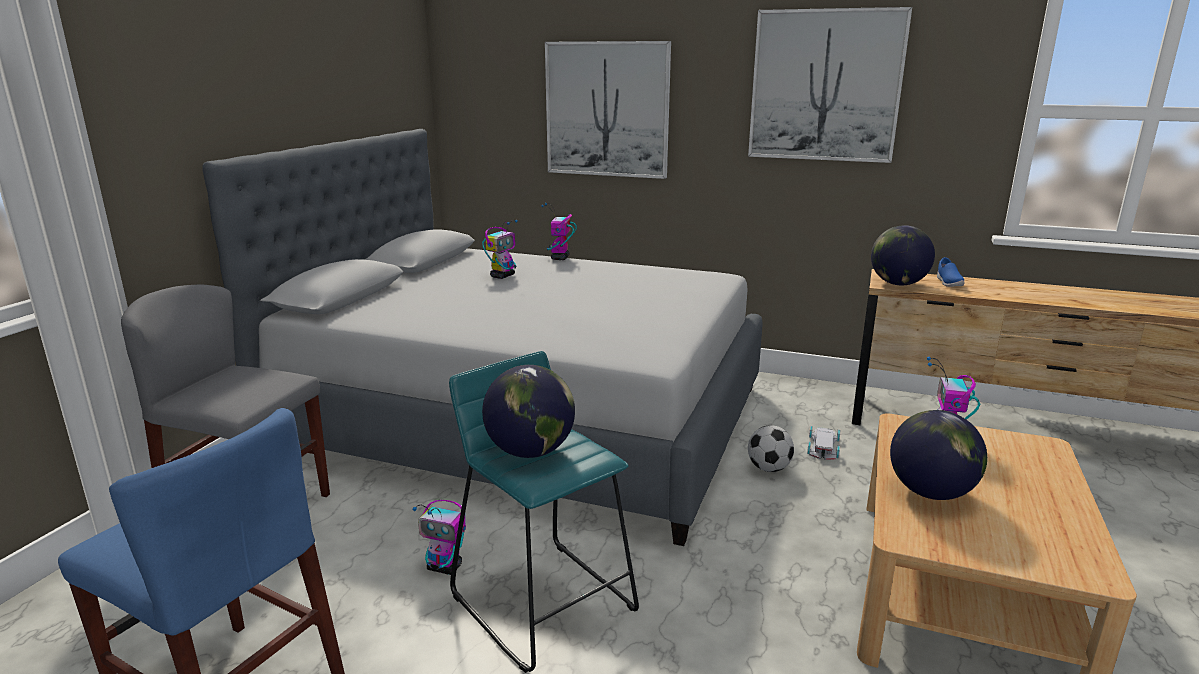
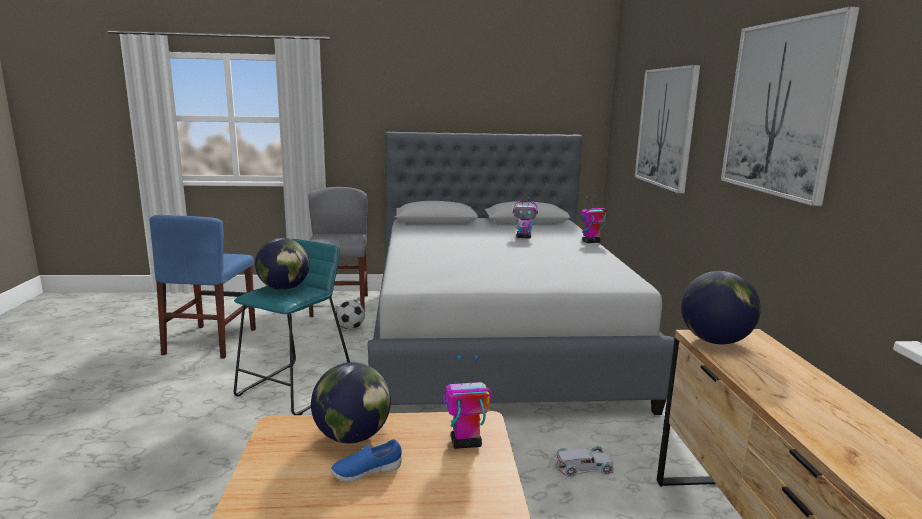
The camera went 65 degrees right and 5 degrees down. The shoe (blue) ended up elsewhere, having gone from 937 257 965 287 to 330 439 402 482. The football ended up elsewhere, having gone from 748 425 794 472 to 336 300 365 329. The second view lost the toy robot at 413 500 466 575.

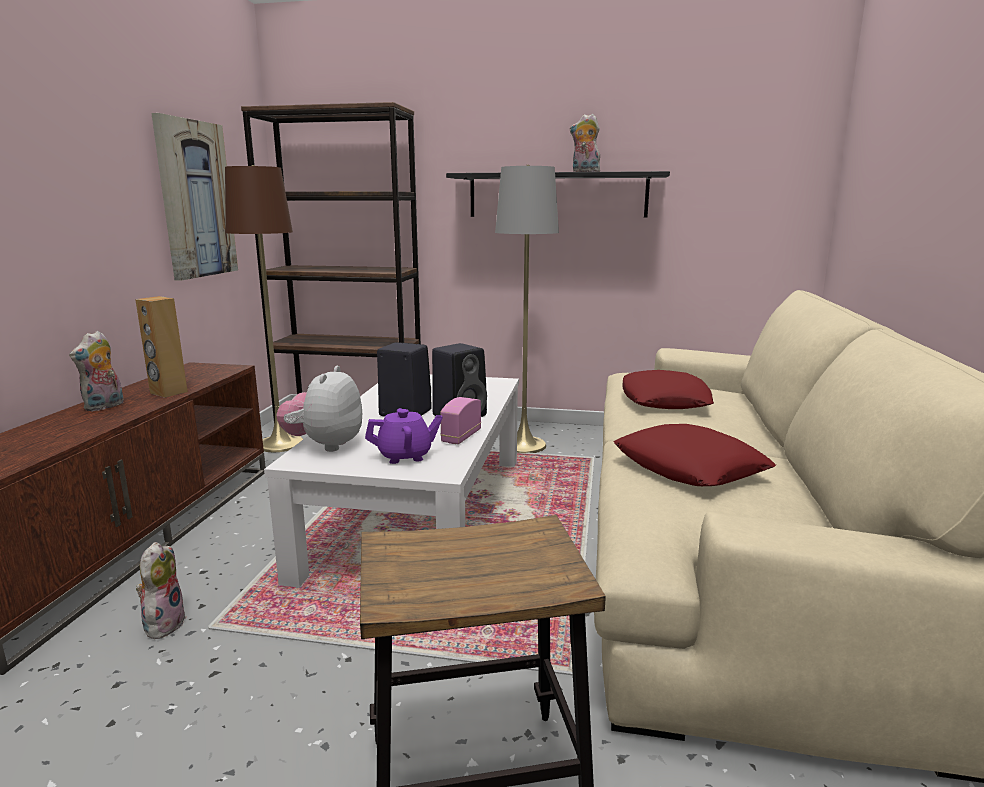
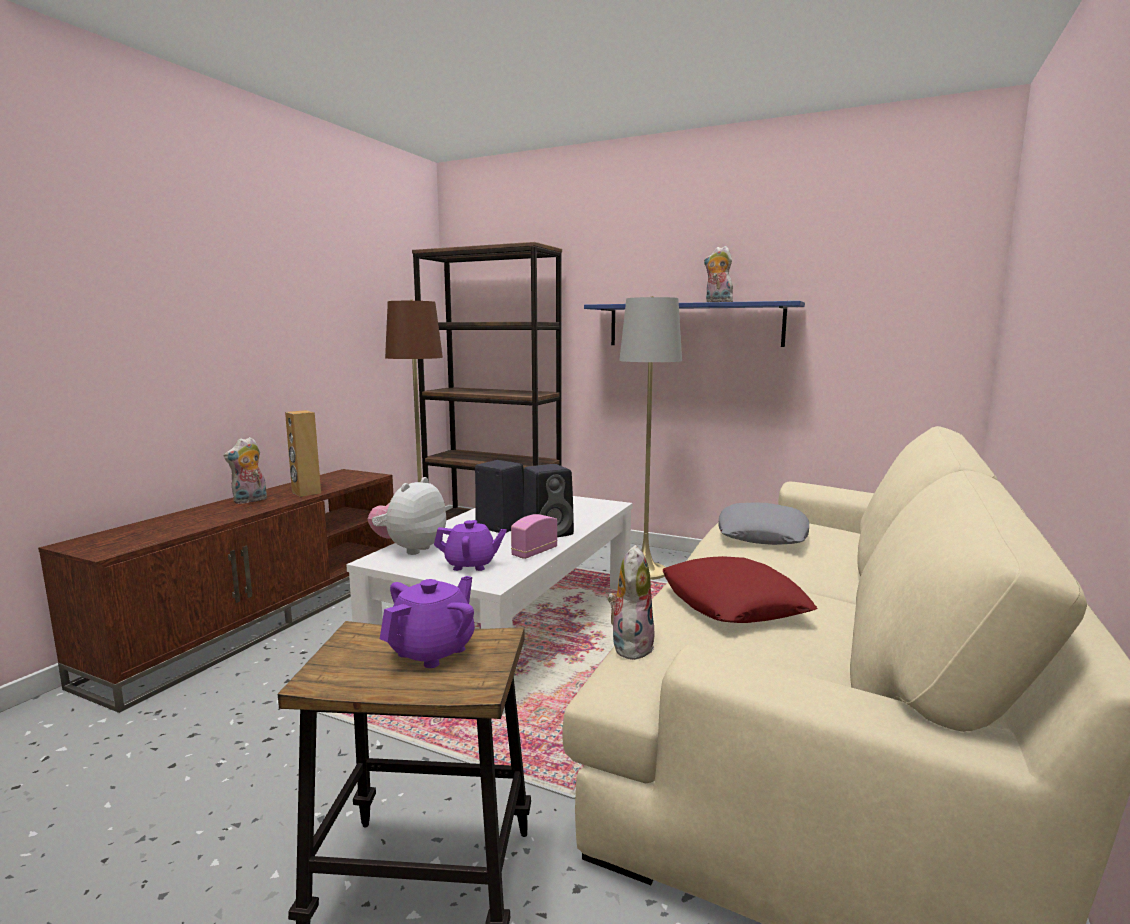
The camera went 15 degrees right and 5 degrees down. The second view lost the picture at 151 113 238 281. What was the shelf (black) at 446 171 670 218 turned into the shelf (blue) at 584 301 805 347. What was the pillow (red) at 622 370 714 409 turned into the pillow (grey) at 718 503 809 545. The plush toy ended up elsewhere, having gone from 136 542 187 639 to 607 545 655 660. The second view gained the teapot (purple) at 380 576 475 668.

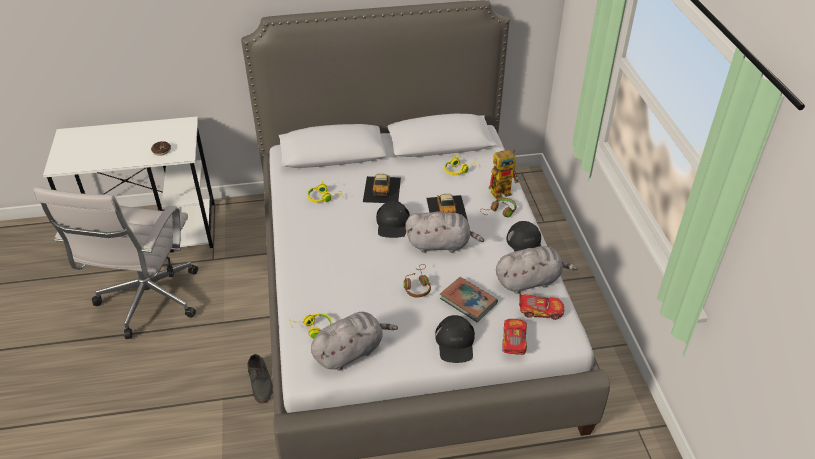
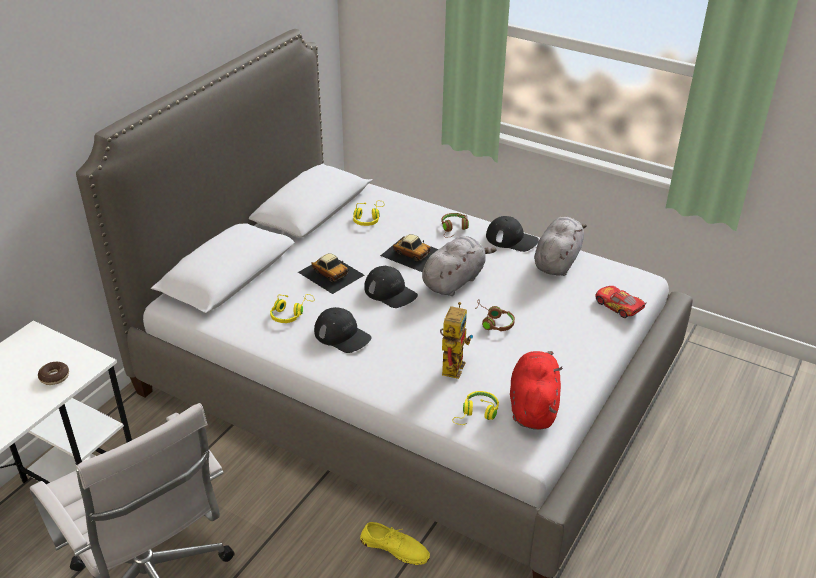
The camera went 50 degrees left and 5 degrees down. The toy robot ended up elsewhere, having gone from 489 149 519 199 to 440 302 473 379. The second view lost the book at 440 277 498 322. The second view lost the toy car at 519 293 564 320. What was the plush toy (grey) at 311 312 398 371 turned into the plush toy (red) at 510 351 563 430. The cap (black) ended up elsewhere, having gone from 435 315 475 363 to 314 307 372 353. What was the shoe (grey) at 248 354 273 403 turned into the shoe (yellow) at 360 522 430 565.

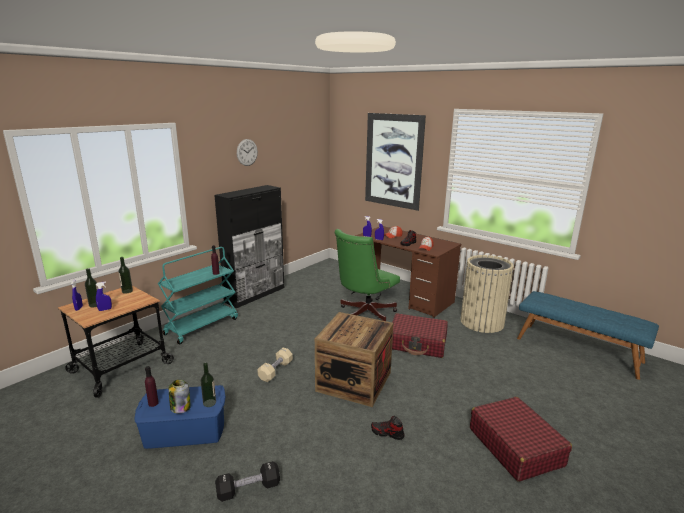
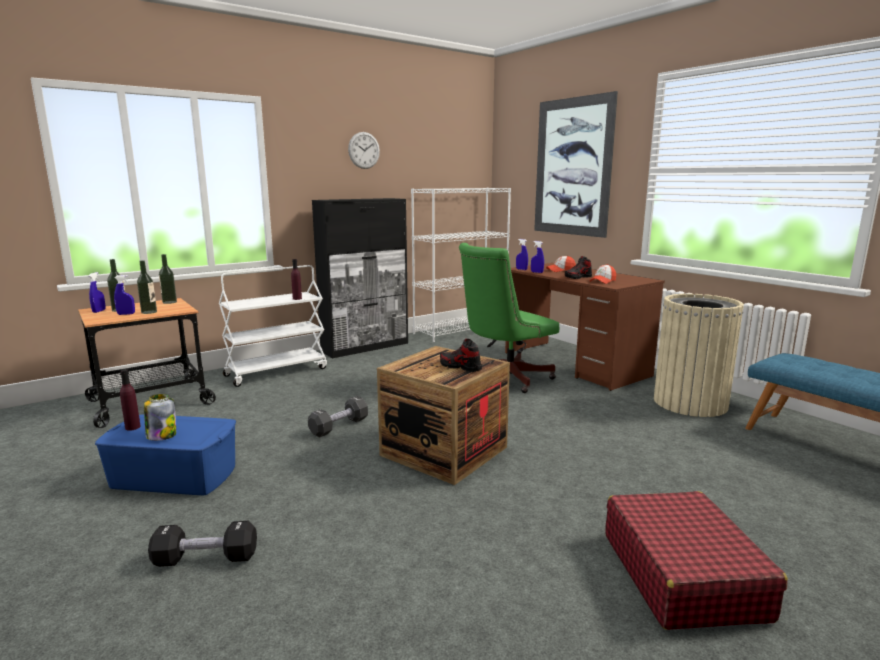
The camera went 15 degrees right and 5 degrees down. What was the cart (turquoise) at 158 247 238 344 turned into the cart (white) at 219 265 327 387. The second view lost the suitcase (red) at 392 313 448 358. What was the dumbbell (beige) at 257 348 293 382 turned into the dumbbell (black) at 308 396 368 437. The bottle ended up elsewhere, having gone from 201 363 216 407 to 137 260 157 314. The shoe ended up elsewhere, having gone from 371 416 405 440 to 440 339 482 372. The second view gained the bookcase (white) at 411 188 511 342.

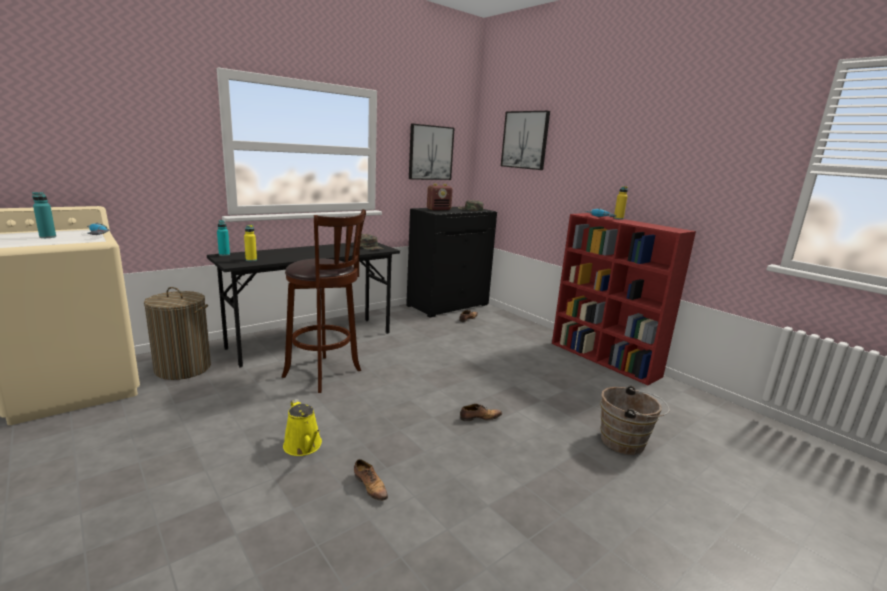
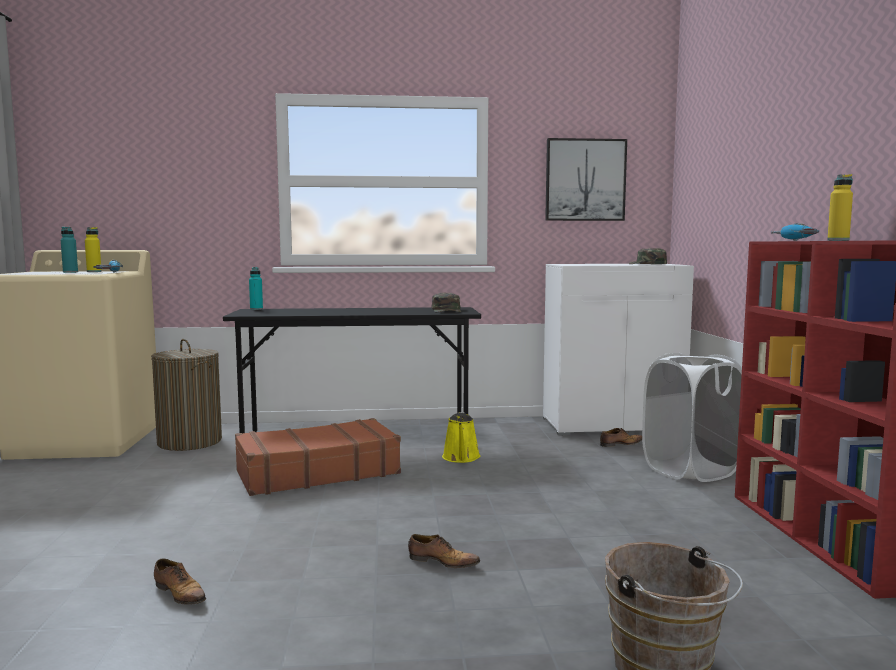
The camera went 35 degrees right and 10 degrees down. The second view lost the picture at 501 111 550 170. The second view lost the radio at 427 184 453 210. What was the cabinet (black) at 406 206 497 317 turned into the cabinet (white) at 543 264 694 435. Where the stool (brown) stood at 282 209 366 393, the suitcase (brown) came to stand at 235 418 401 496. The bottle (yellow) ended up elsewhere, having gone from 244 225 257 261 to 85 227 102 272. The watering can (yellow) ended up elsewhere, having gone from 283 399 322 456 to 442 412 480 463. The shoe at 354 459 388 501 ended up facing another way, 45 degrees counterclockwise from before. The second view gained the laundry basket (white) at 642 353 742 482.

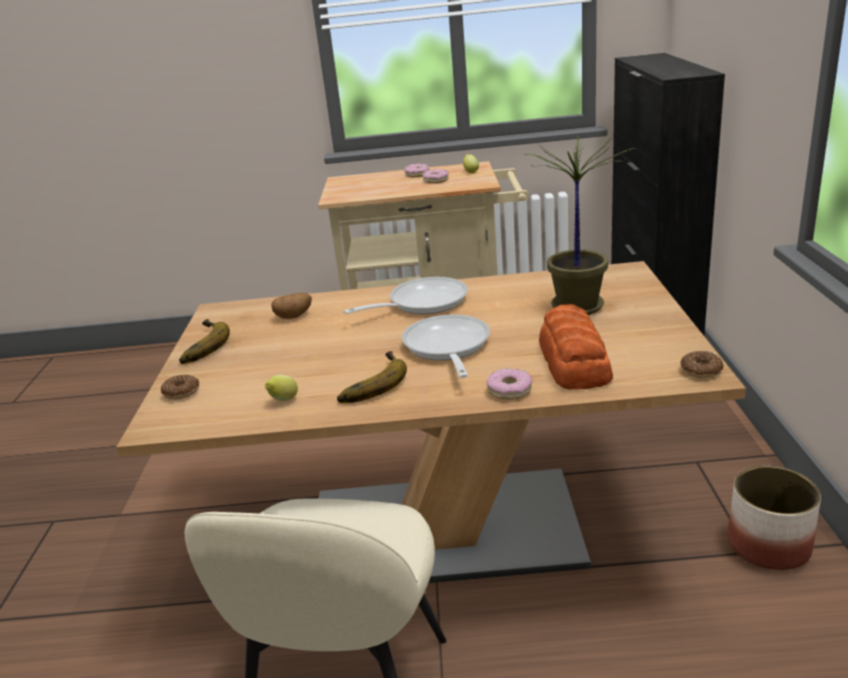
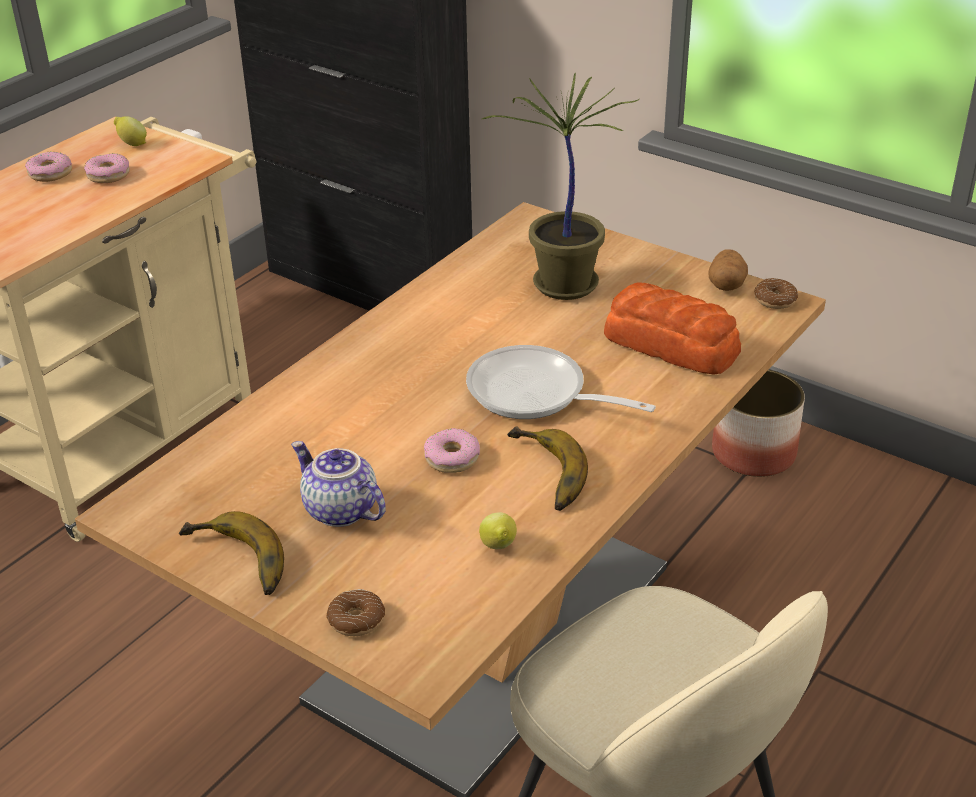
The camera went 55 degrees left and 10 degrees up. The second view lost the frying pan at 343 277 468 314. The potato ended up elsewhere, having gone from 271 292 312 319 to 708 249 748 291. The donut ended up elsewhere, having gone from 486 368 532 400 to 424 428 480 473. The second view gained the teapot at 291 441 386 527.

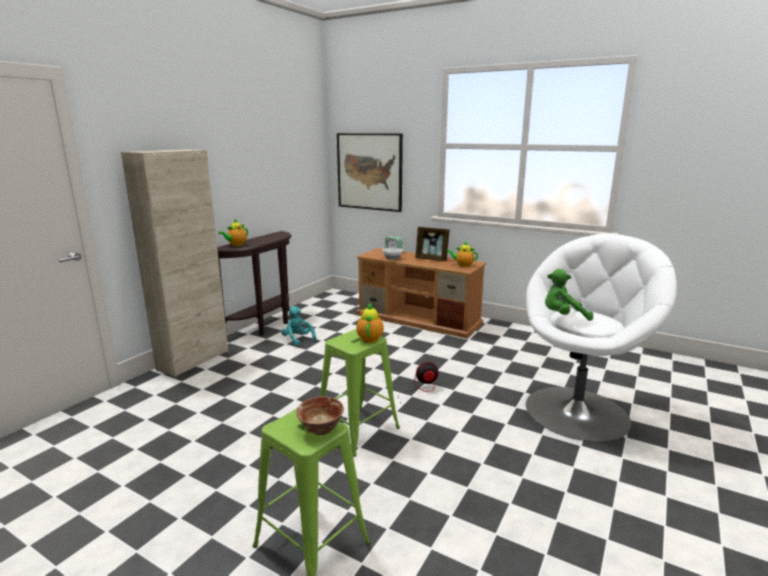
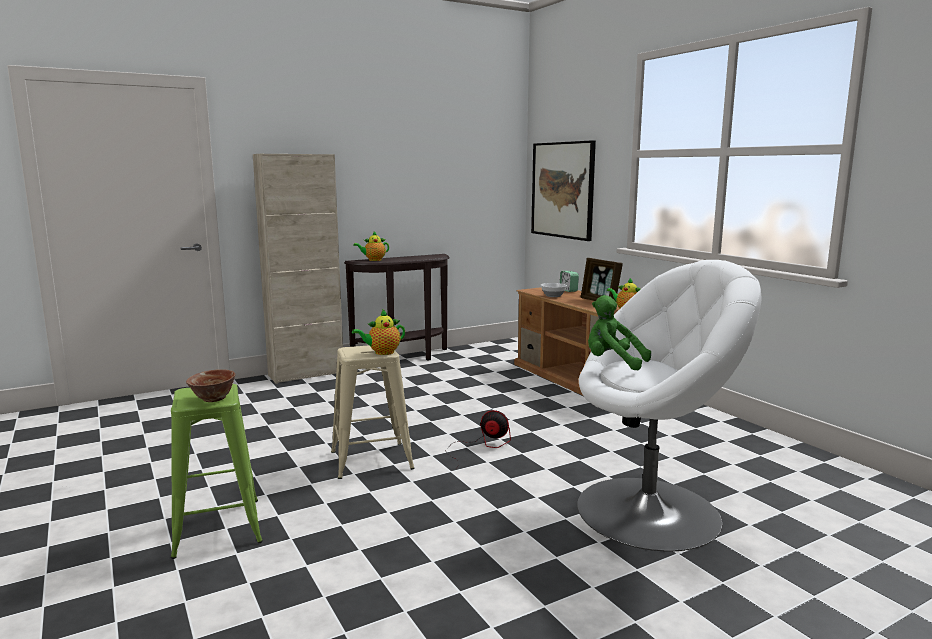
The camera went 30 degrees right and 5 degrees down. The teapot at 356 303 384 343 ended up facing another way, 150 degrees counterclockwise from before. The second view lost the plush toy (turquoise) at 281 306 316 346. What was the stool (green) at 321 329 400 457 turned into the stool (beige) at 331 345 415 479.

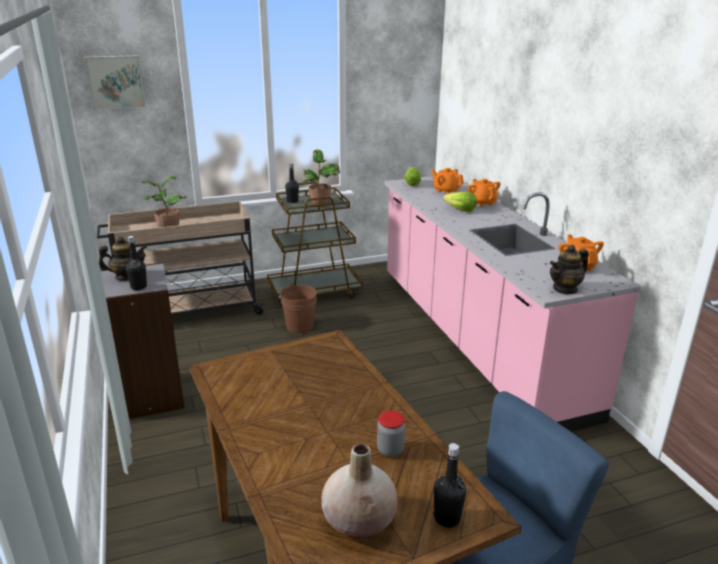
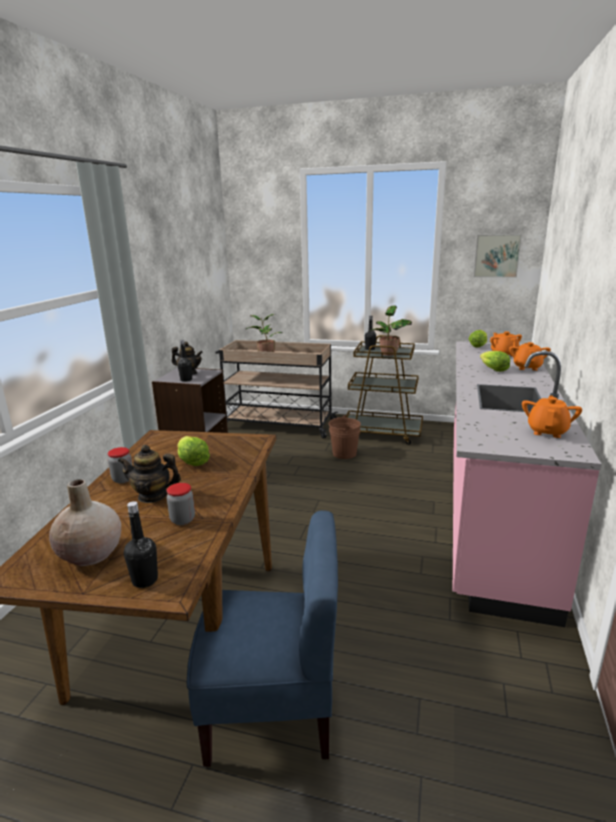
The camera went 35 degrees right and 5 degrees down. The picture ended up elsewhere, having gone from 84 55 146 110 to 473 234 522 278. The teapot ended up elsewhere, having gone from 550 245 589 295 to 118 445 181 503. The second view gained the lettuce at 177 436 210 466. The second view gained the jar at 108 447 133 483.

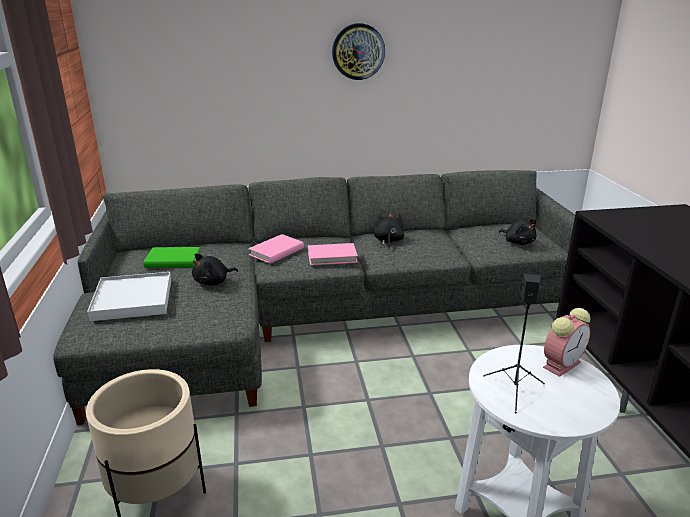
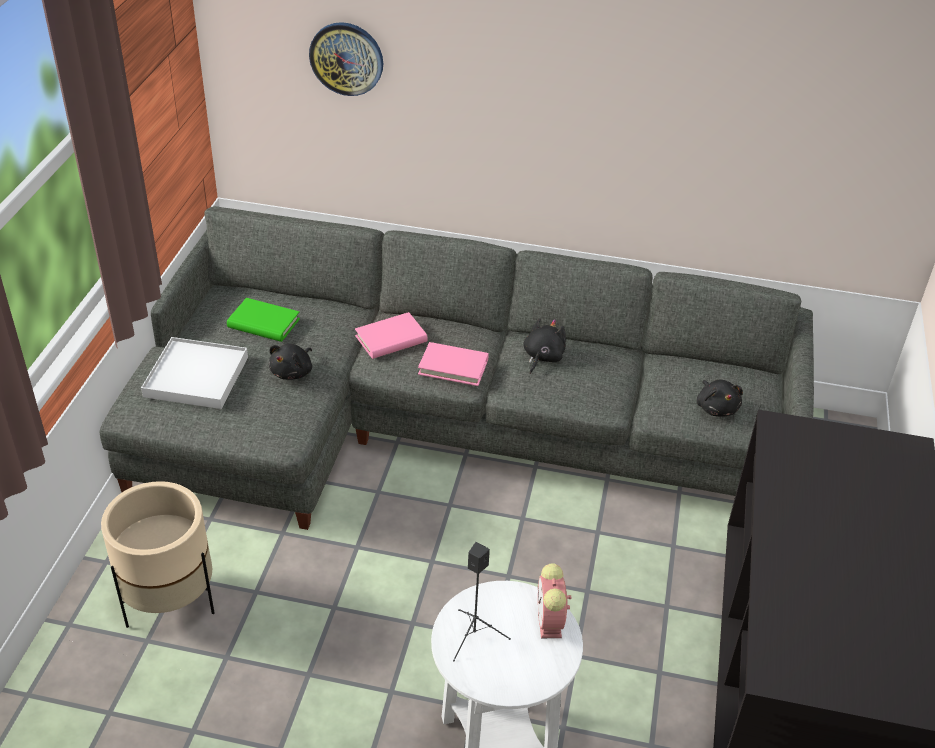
The camera went 20 degrees right and 15 degrees up. The wall clock ended up elsewhere, having gone from 332 23 385 80 to 309 22 383 96. The plush toy (black) at 192 253 238 285 ended up facing another way, 45 degrees counterclockwise from before. The alarm clock at 543 308 591 377 ended up facing another way, 105 degrees clockwise from before.

